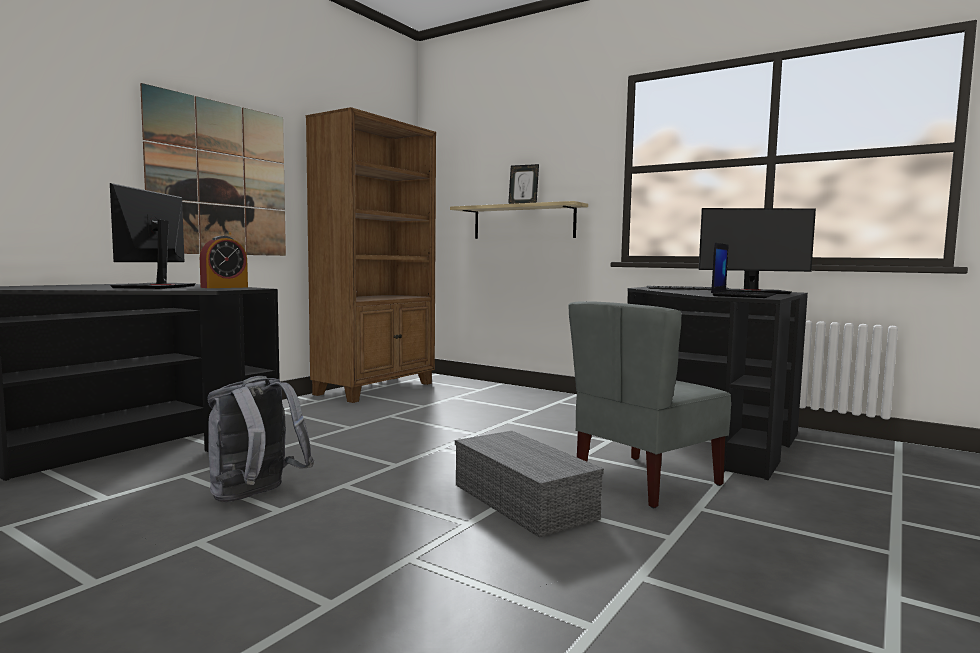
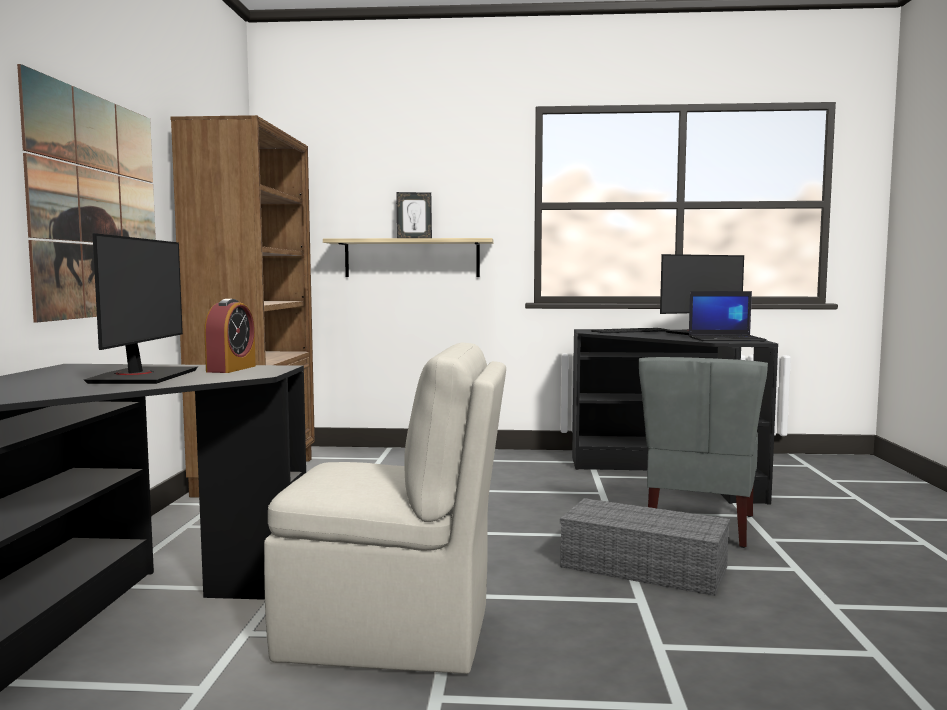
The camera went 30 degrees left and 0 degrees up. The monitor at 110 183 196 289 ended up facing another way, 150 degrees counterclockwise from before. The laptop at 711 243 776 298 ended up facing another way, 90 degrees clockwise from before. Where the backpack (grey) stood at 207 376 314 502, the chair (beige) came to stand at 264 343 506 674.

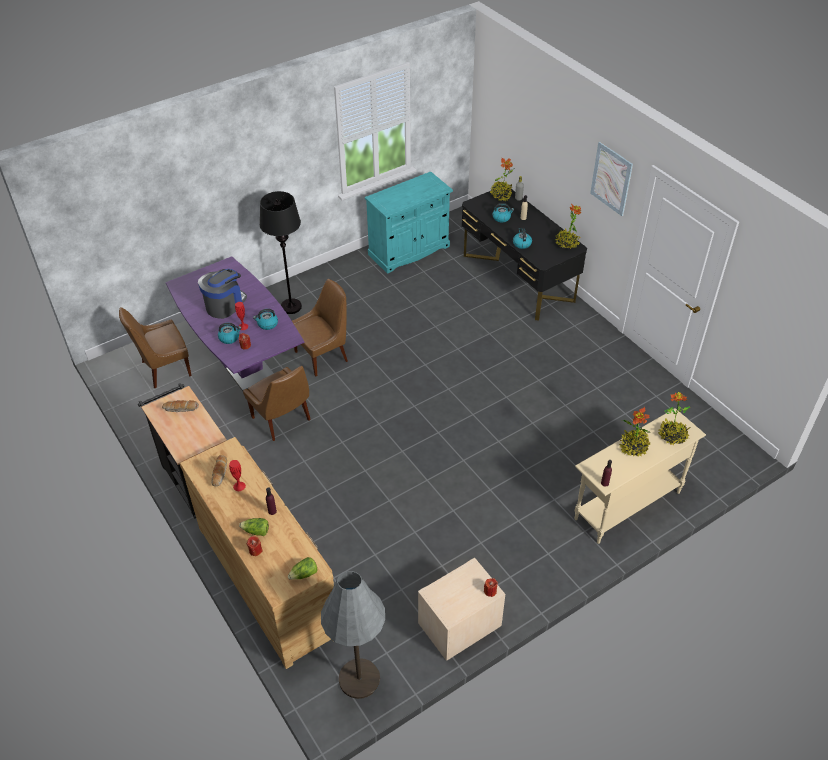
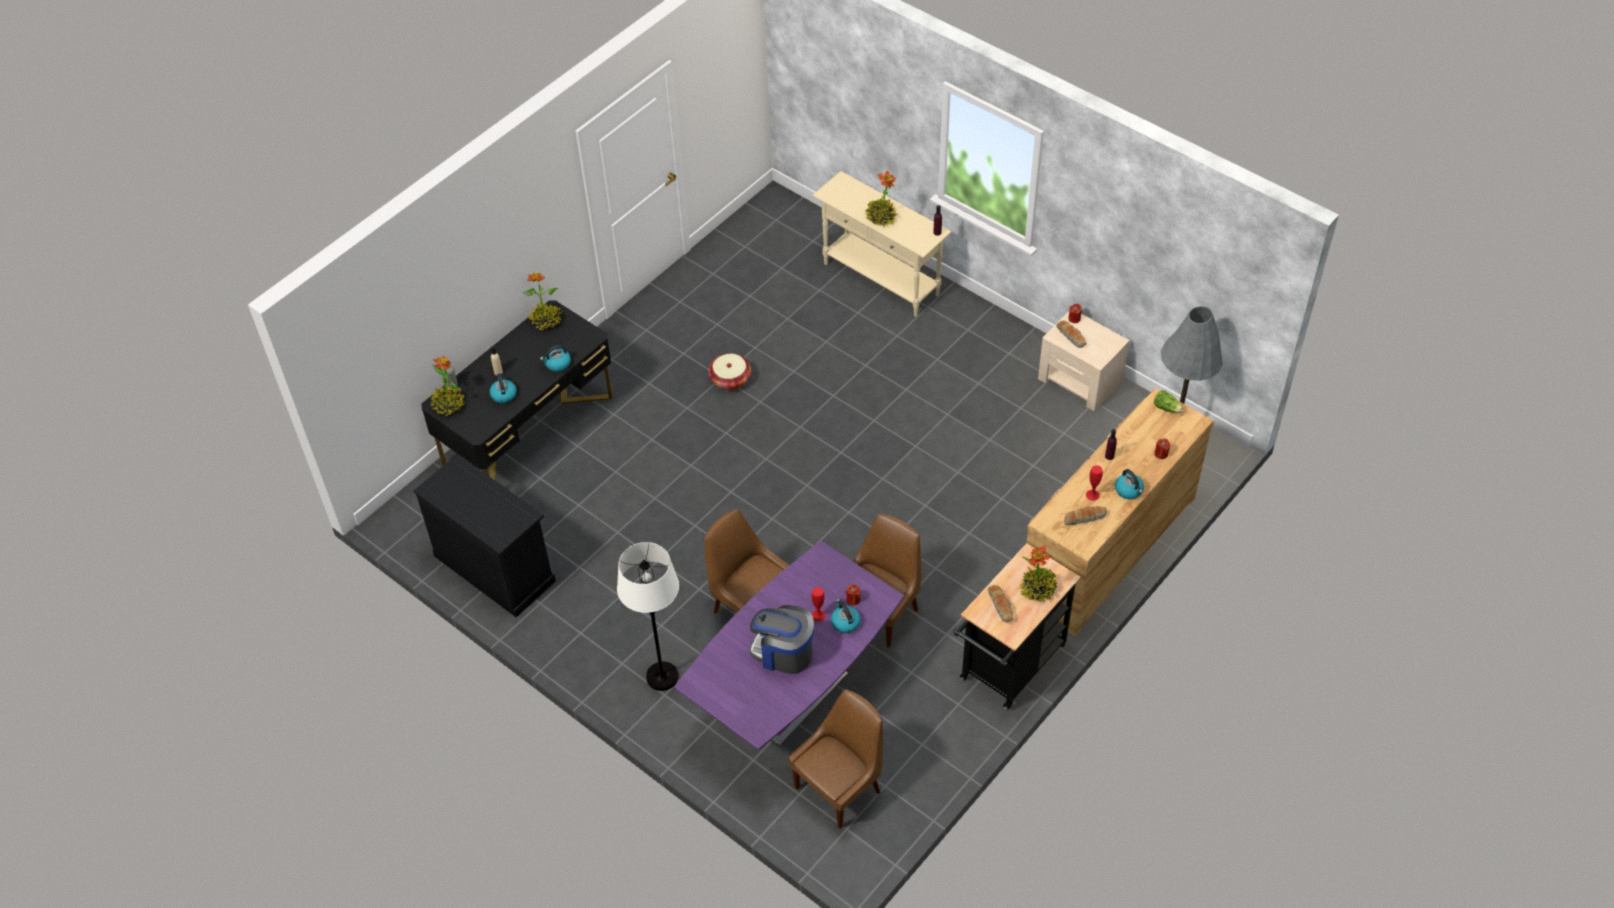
The camera went 105 degrees left and 5 degrees up. The second view lost the picture at 590 142 633 216. What was the cabinet (turquoise) at 365 172 453 274 turned into the cabinet (black) at 414 454 556 617. What was the floor lamp (black) at 260 191 302 314 turned into the floor lamp (white) at 617 542 679 691. The chair (brown) at 119 307 192 388 ended up facing another way, 90 degrees counterclockwise from before. The kettle ended up elsewhere, having gone from 253 309 278 330 to 1115 469 1144 499. The potted plant ended up elsewhere, having gone from 658 392 690 445 to 1019 545 1058 602. The second view lost the lettuce at 239 518 269 536. The second view gained the bread at 1056 321 1086 348. The second view gained the basket at 708 353 751 390.

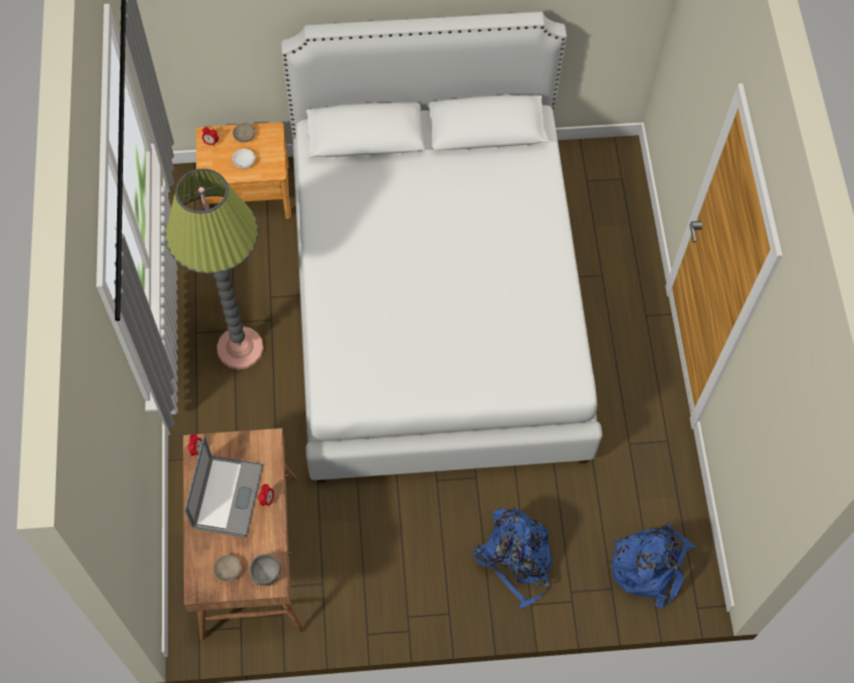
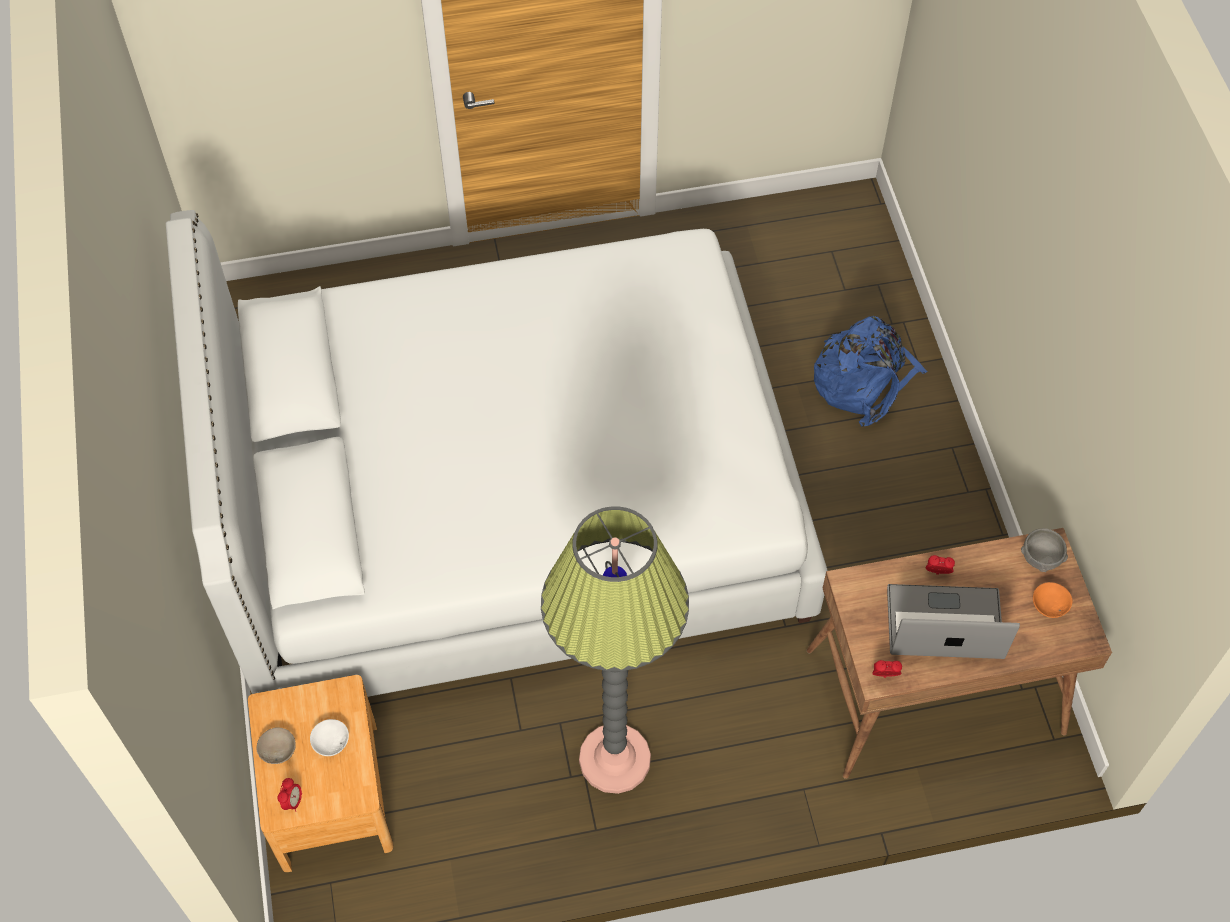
The camera went 95 degrees left and 5 degrees down. The second view lost the backpack (blue) at 612 523 696 608. What was the bowl (beige) at 214 555 241 582 turned into the bowl (orange) at 1033 582 1072 618.

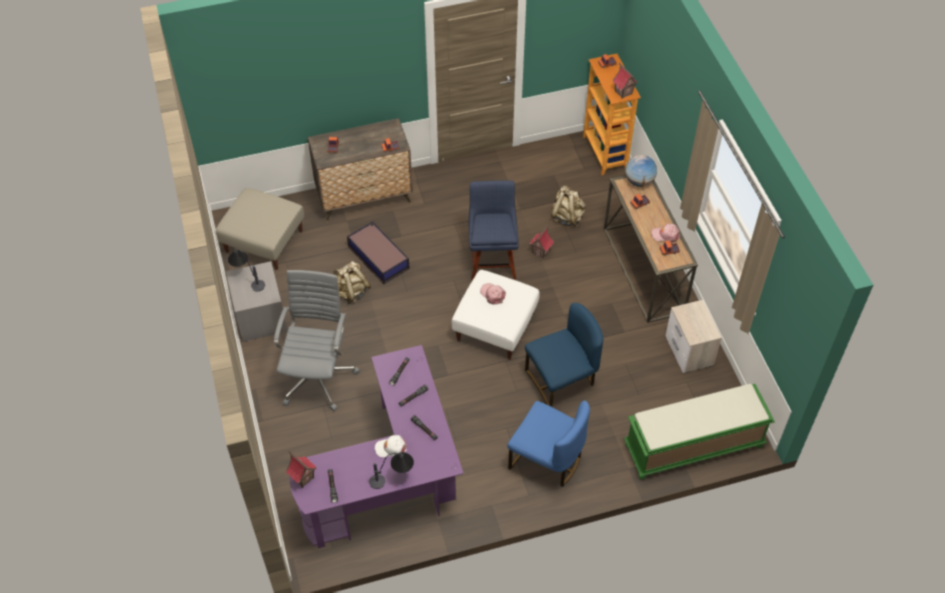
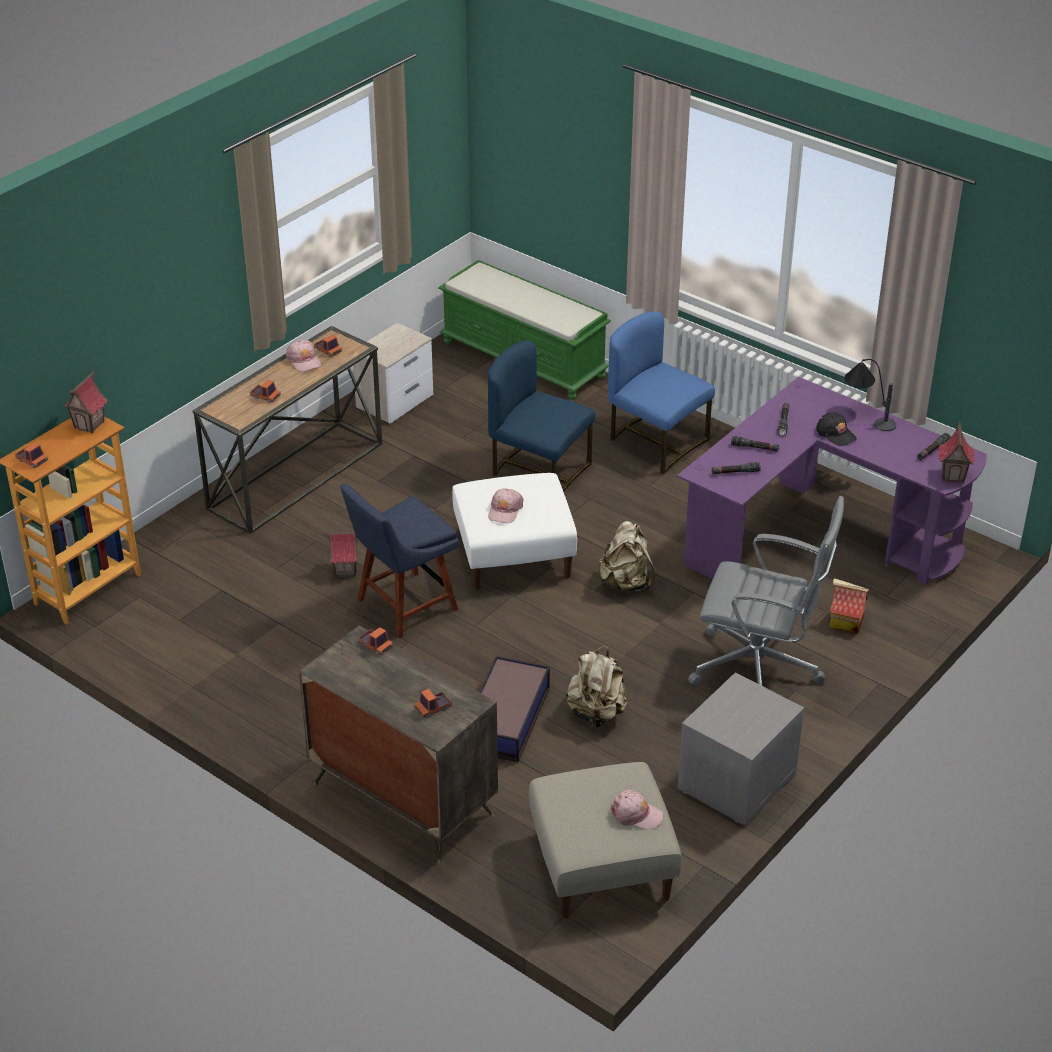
The camera went 125 degrees left and 15 degrees down. The second view lost the globe at 625 155 657 187. The backpack (beige) ended up elsewhere, having gone from 551 186 586 227 to 598 521 655 591. The second view lost the table lamp at 228 249 265 292. The office chair (grey) at 274 270 360 411 ended up facing another way, 135 degrees counterclockwise from before. The chair (blue) at 507 400 590 487 ended up facing another way, 45 degrees counterclockwise from before. What was the cap (white) at 375 435 407 457 turned into the cap (black) at 816 412 857 446. The second view gained the toy house at 829 578 869 634. The second view gained the cap (pink) at 611 790 664 830.

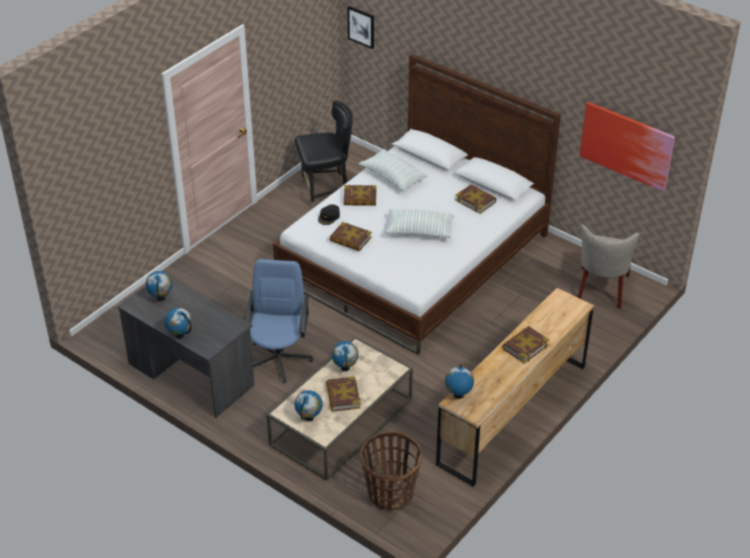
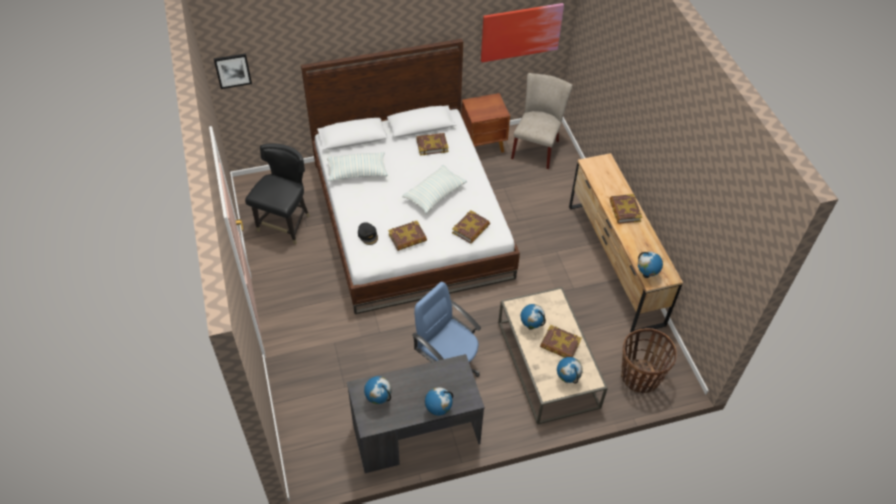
The camera went 55 degrees left and 10 degrees up. The book ended up elsewhere, having gone from 344 185 377 206 to 452 210 490 244. The chair (beige) at 578 224 639 308 ended up facing another way, 120 degrees counterclockwise from before. The second view gained the nightstand (brown) at 461 93 510 153.

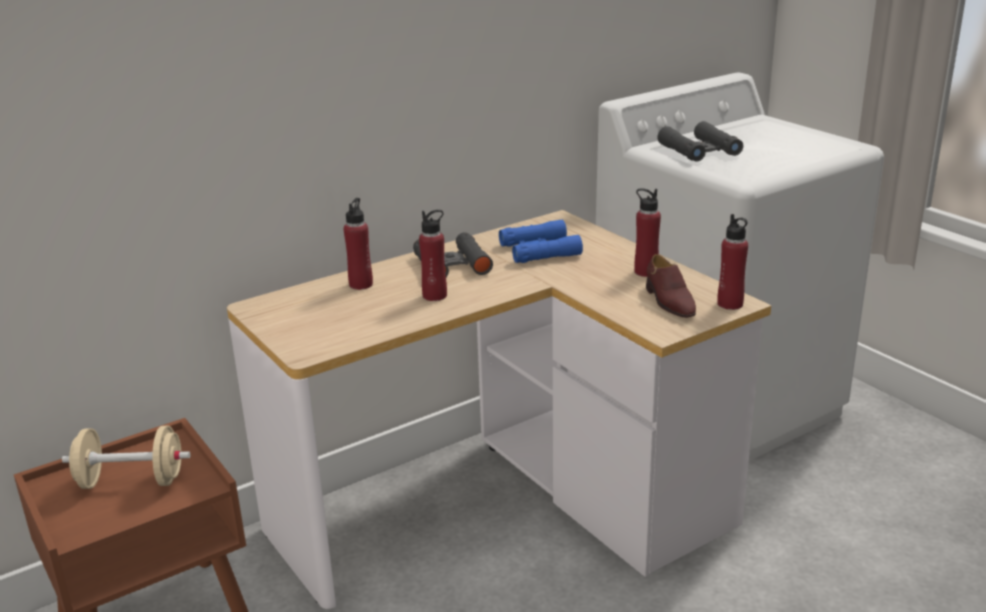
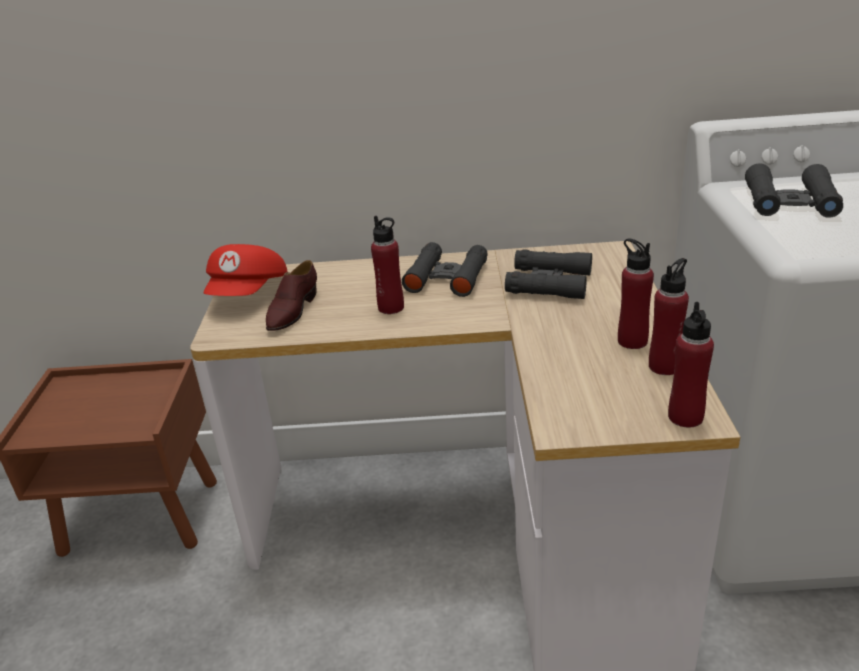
The camera went 35 degrees right and 5 degrees up. The bottle (red) ended up elsewhere, having gone from 344 198 373 290 to 649 258 689 375. What was the binoculars (blue) at 499 219 583 263 turned into the binoculars (black) at 505 250 592 299. The shoe (brown) ended up elsewhere, having gone from 646 254 696 318 to 266 260 317 331. The second view lost the dumbbell (beige) at 62 426 190 489. The second view gained the cap (red) at 204 244 288 296.

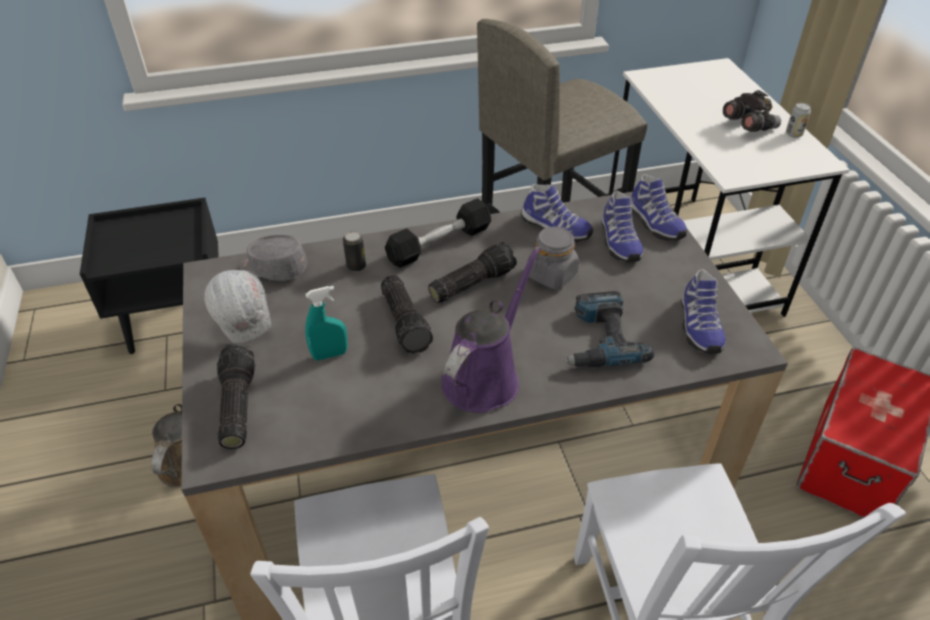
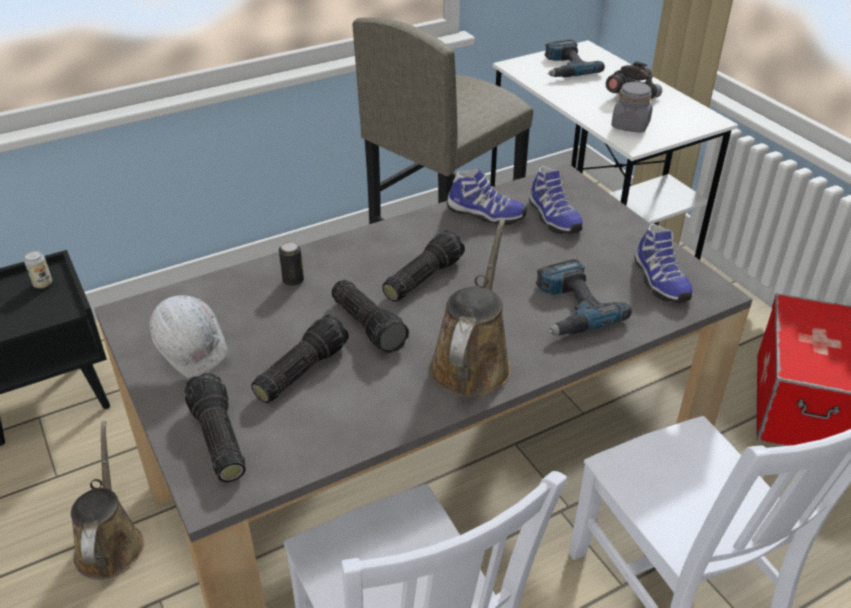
The camera went 15 degrees left and 5 degrees down. The can ended up elsewhere, having gone from 786 103 811 138 to 24 251 52 288. The second view lost the shoe at 630 174 687 241. The second view lost the dumbbell (black) at 385 198 491 267. The jar (grey) ended up elsewhere, having gone from 527 226 579 289 to 611 82 653 133. The second view lost the cap (grey) at 239 235 307 281. What was the watering can (purple) at 441 247 541 413 turned into the watering can (brown) at 429 219 511 397. Where the spray bottle (turquoise) stood at 305 286 348 360, the flashlight came to stand at 251 315 349 403. The second view gained the power drill at 544 40 605 77.

